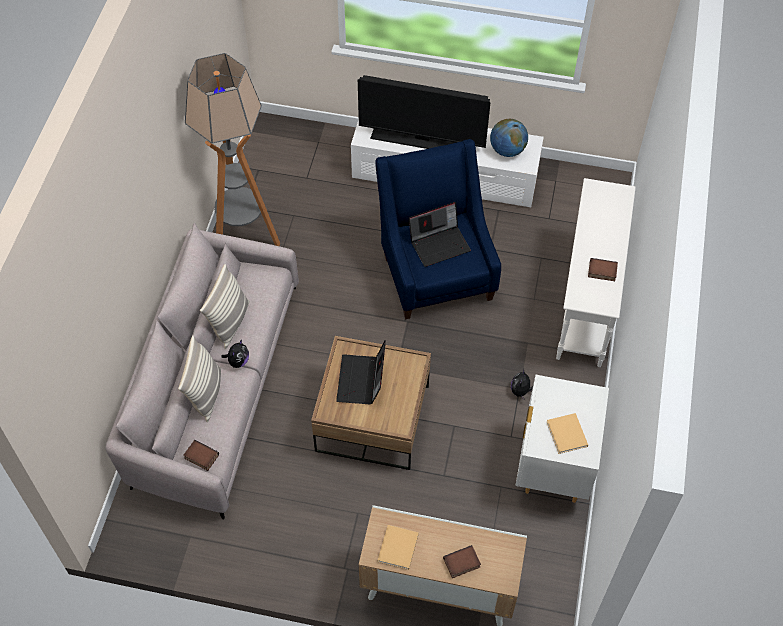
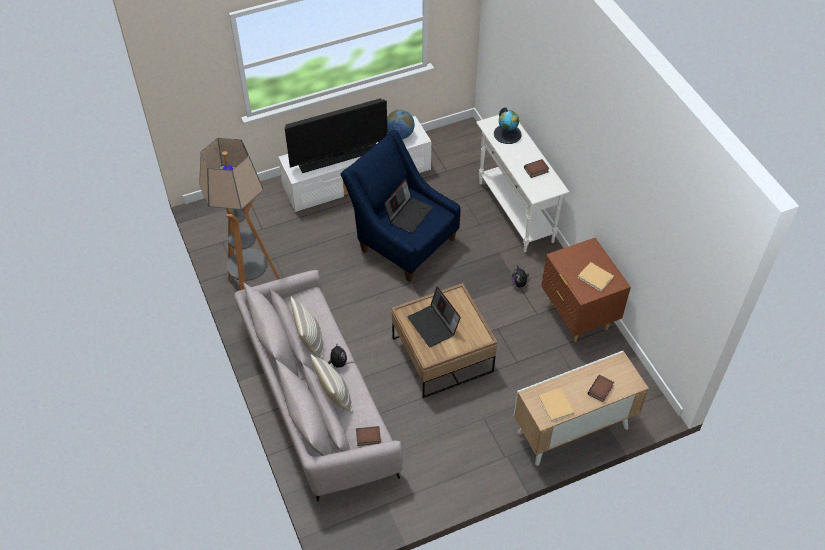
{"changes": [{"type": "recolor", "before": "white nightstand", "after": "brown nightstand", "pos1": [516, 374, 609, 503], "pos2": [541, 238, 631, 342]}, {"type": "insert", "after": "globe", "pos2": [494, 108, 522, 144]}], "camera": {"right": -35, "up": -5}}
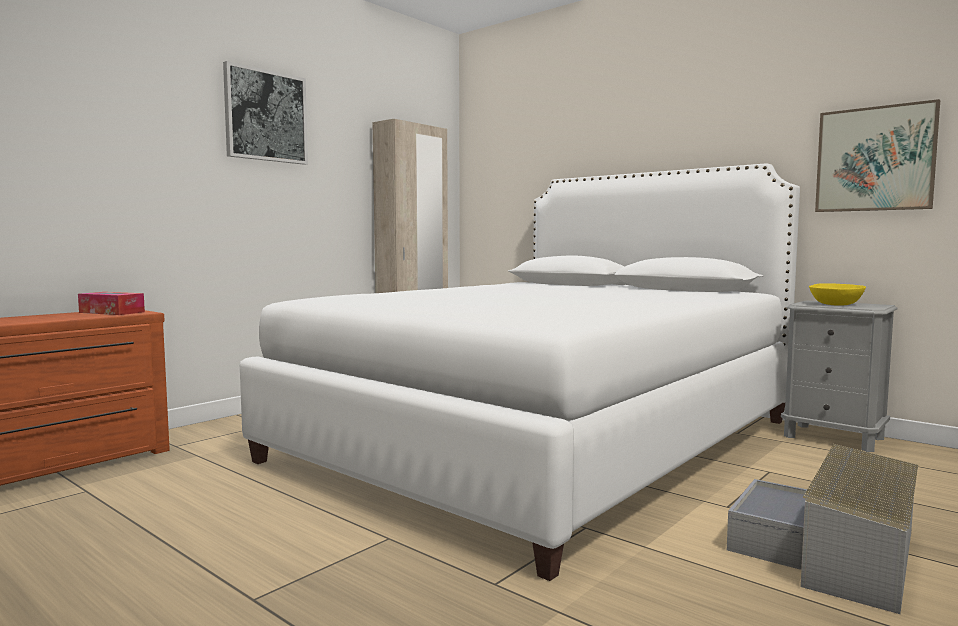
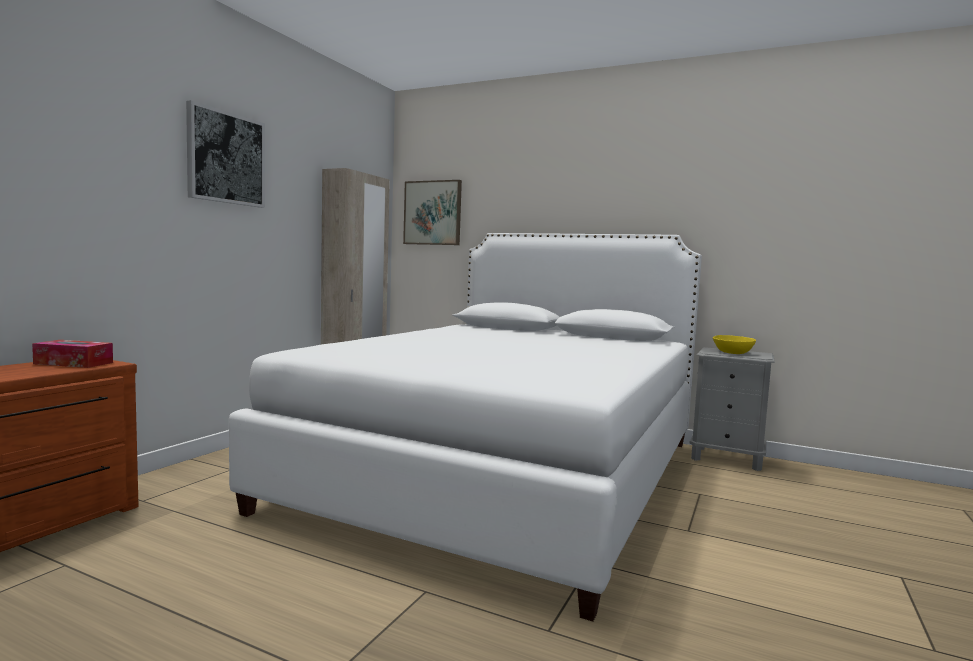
{"changes": [{"type": "move", "before": "picture", "pos1": [815, 99, 940, 212], "pos2": [403, 180, 462, 245]}, {"type": "delete", "before": "grey storage box", "pos1": [727, 444, 918, 614]}], "camera": {"right": -15, "up": 0}}
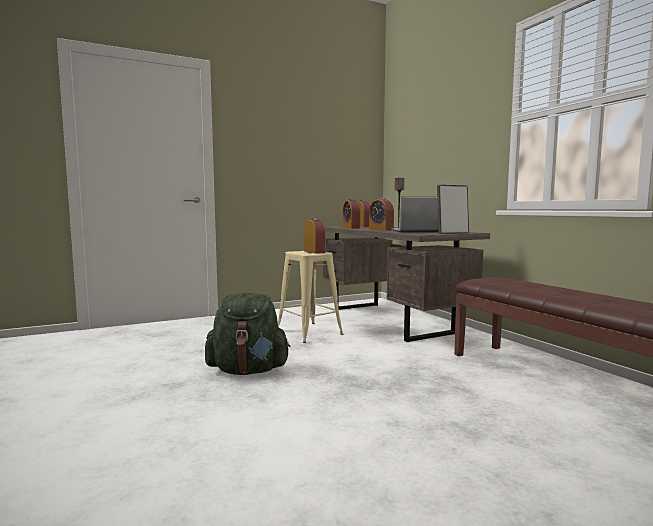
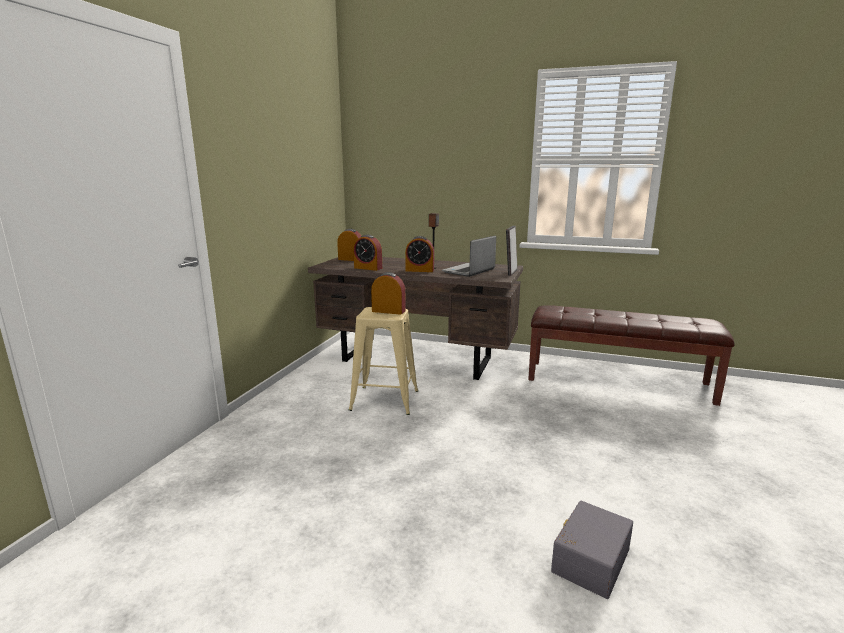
{"changes": [{"type": "delete", "before": "green backpack", "pos1": [205, 293, 291, 375]}, {"type": "insert", "after": "grey storage box", "pos2": [551, 501, 633, 599]}], "camera": {"right": -45, "up": 10}}
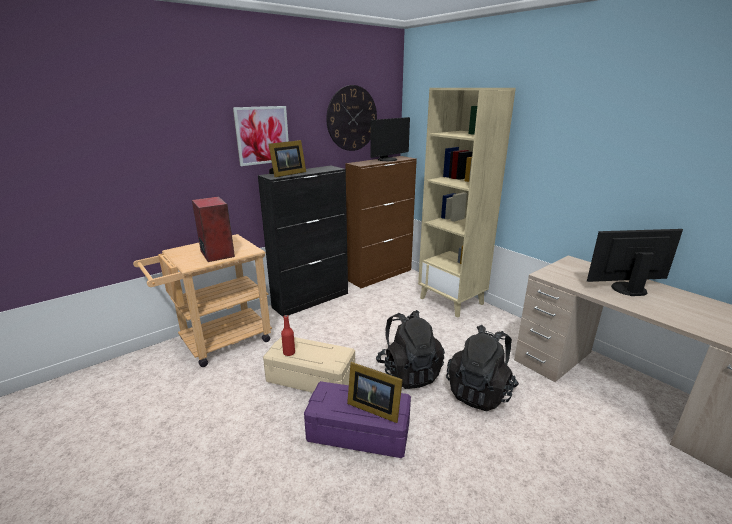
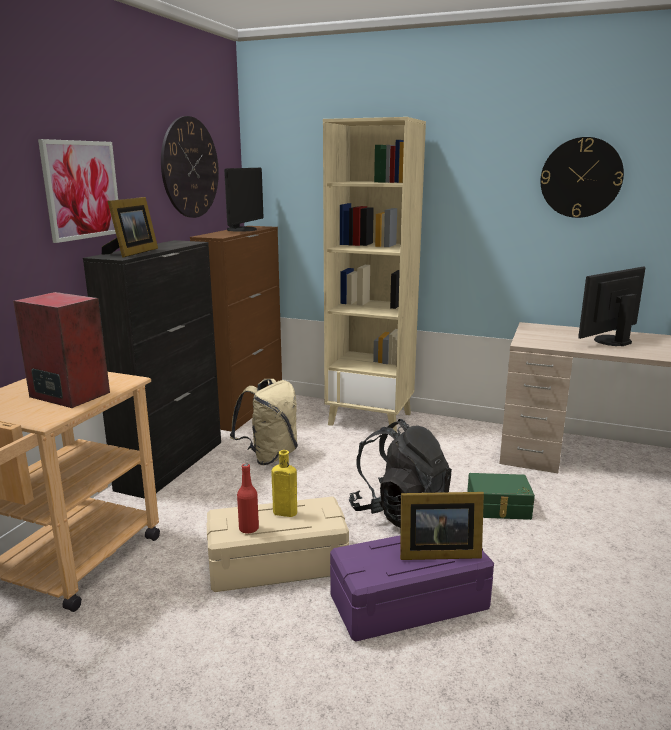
{"changes": [{"type": "replace", "before": "black backpack", "after": "green storage box", "pos1": [446, 325, 519, 411], "pos2": [467, 473, 535, 520]}, {"type": "insert", "after": "wall clock", "pos2": [540, 137, 624, 218]}, {"type": "insert", "after": "beige backpack", "pos2": [230, 379, 298, 465]}, {"type": "insert", "after": "yellow bottle", "pos2": [272, 450, 297, 517]}], "camera": {"right": -30, "up": -5}}
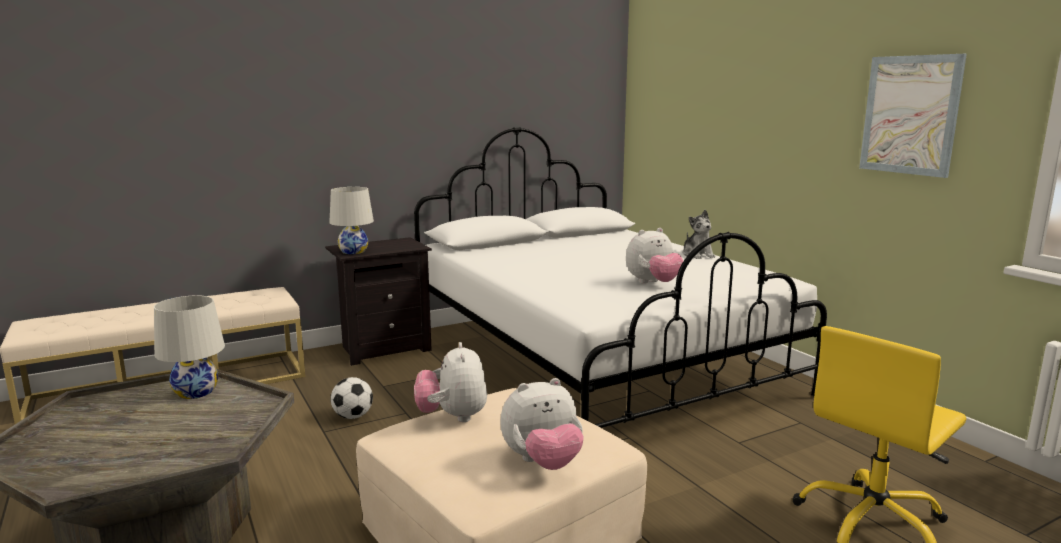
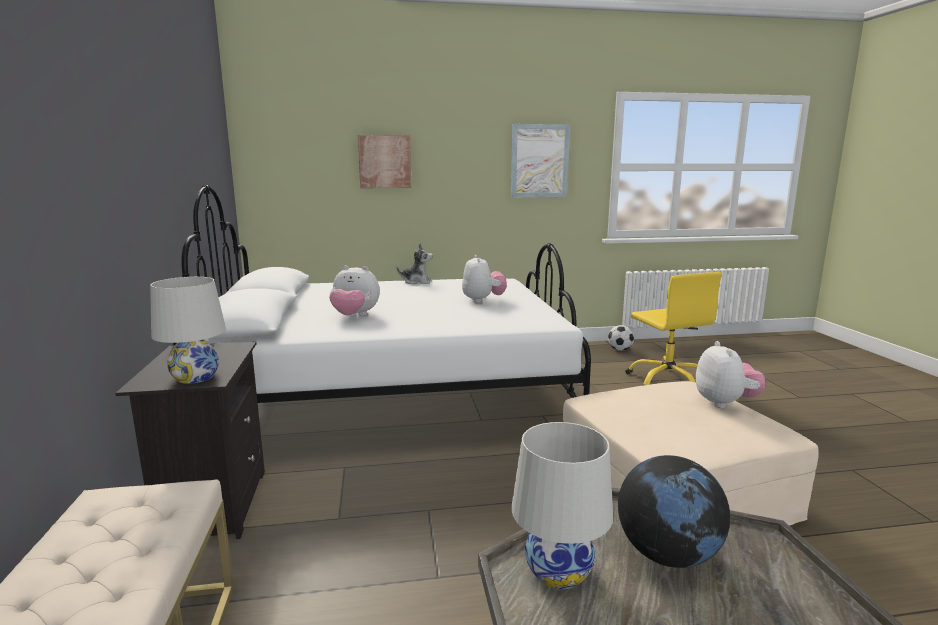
{"changes": [{"type": "move", "before": "plush toy", "pos1": [414, 342, 487, 422], "pos2": [329, 265, 380, 316]}, {"type": "move", "before": "football", "pos1": [331, 377, 373, 419], "pos2": [608, 325, 634, 351]}, {"type": "insert", "after": "picture", "pos2": [358, 135, 411, 188]}, {"type": "insert", "after": "globe", "pos2": [618, 455, 730, 568]}], "camera": {"right": -70, "up": 0}}
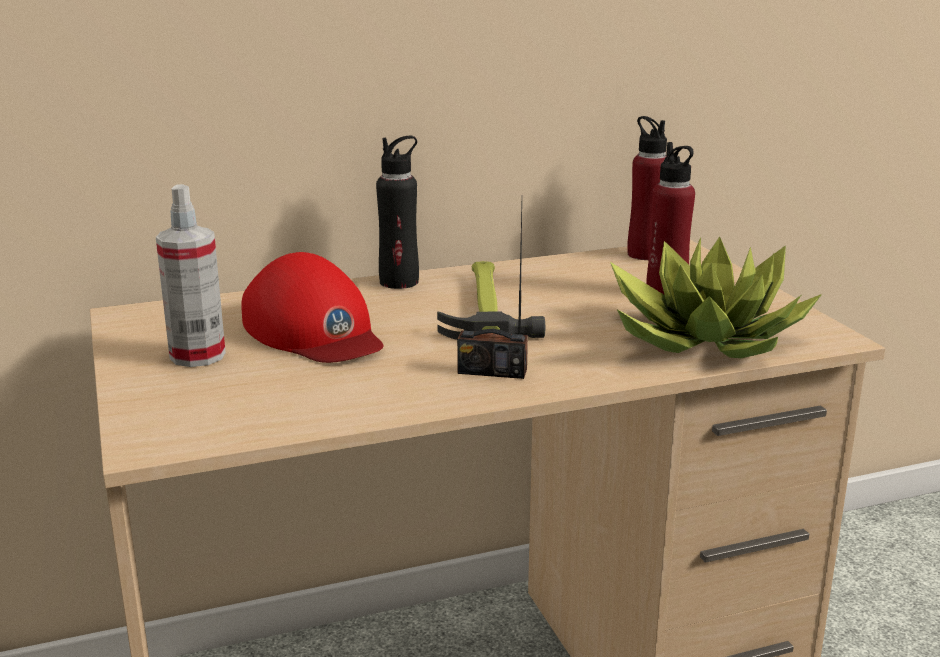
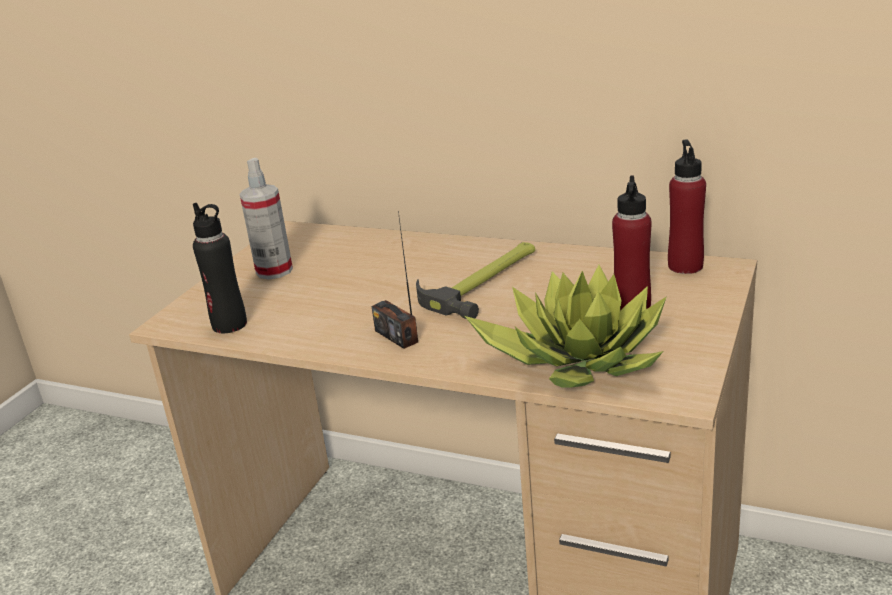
{"changes": [{"type": "move", "before": "black bottle", "pos1": [376, 135, 419, 289], "pos2": [193, 203, 247, 333]}, {"type": "delete", "before": "red cap", "pos1": [241, 252, 384, 363]}], "camera": {"right": 45, "up": 5}}
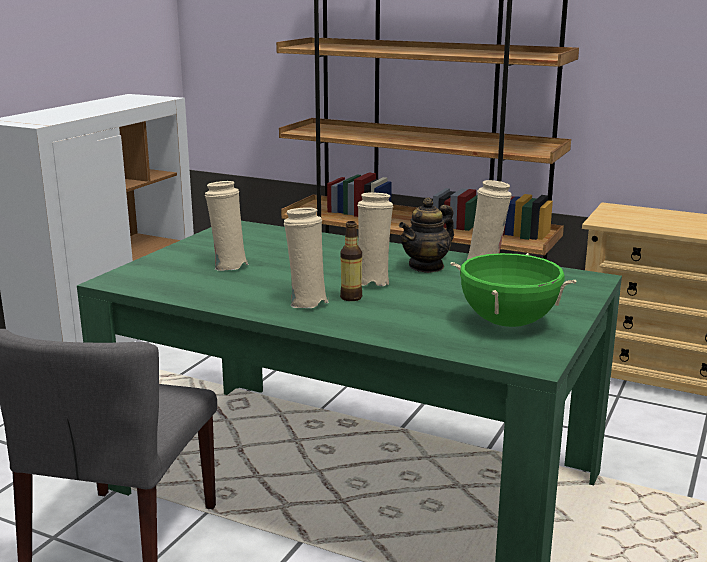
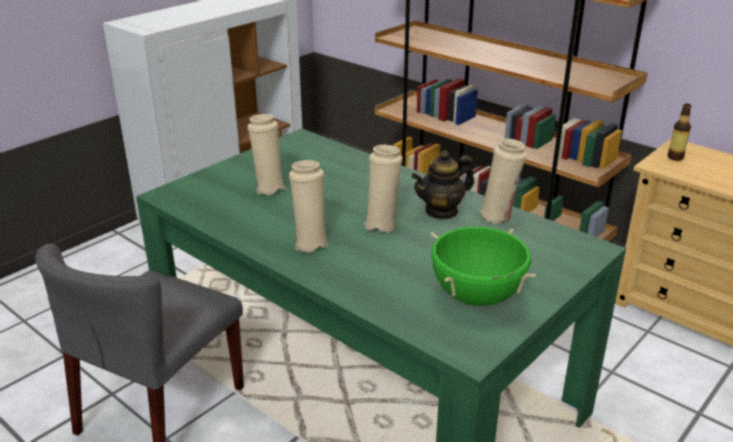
{"changes": [{"type": "move", "before": "bottle", "pos1": [340, 221, 362, 301], "pos2": [668, 104, 691, 161]}], "camera": {"right": 15, "up": 10}}
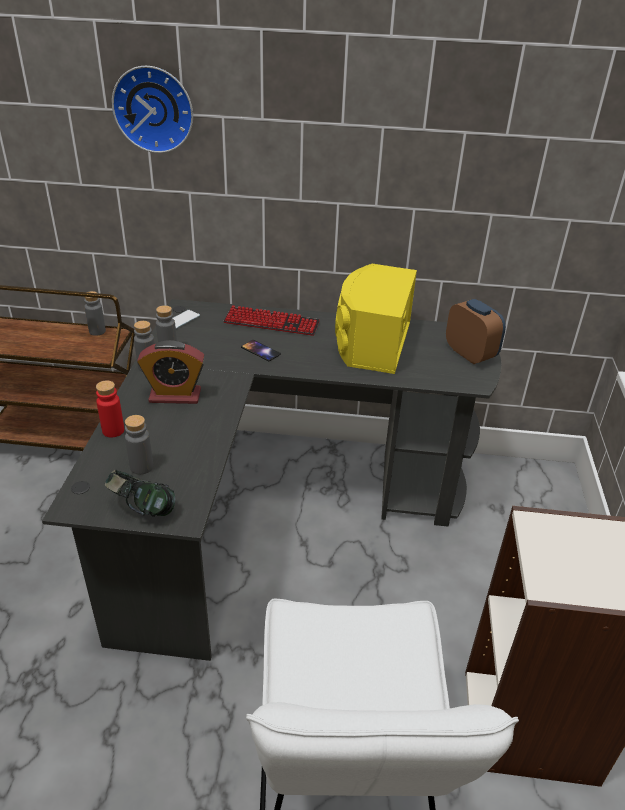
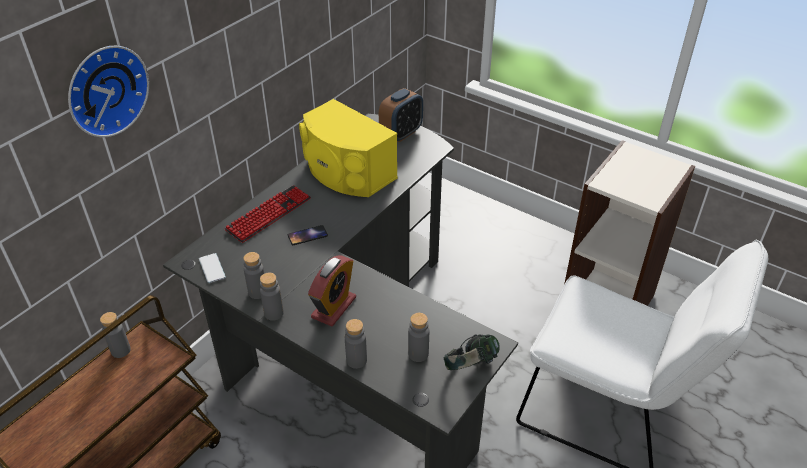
{"changes": [{"type": "rotate", "before": "alarm clock", "pos1": [446, 299, 506, 364], "pos2": [379, 88, 423, 142], "turn": 135}, {"type": "recolor", "before": "red bottle", "after": "grey bottle", "pos1": [96, 380, 124, 438], "pos2": [345, 319, 367, 369]}], "camera": {"right": -60, "up": 5}}
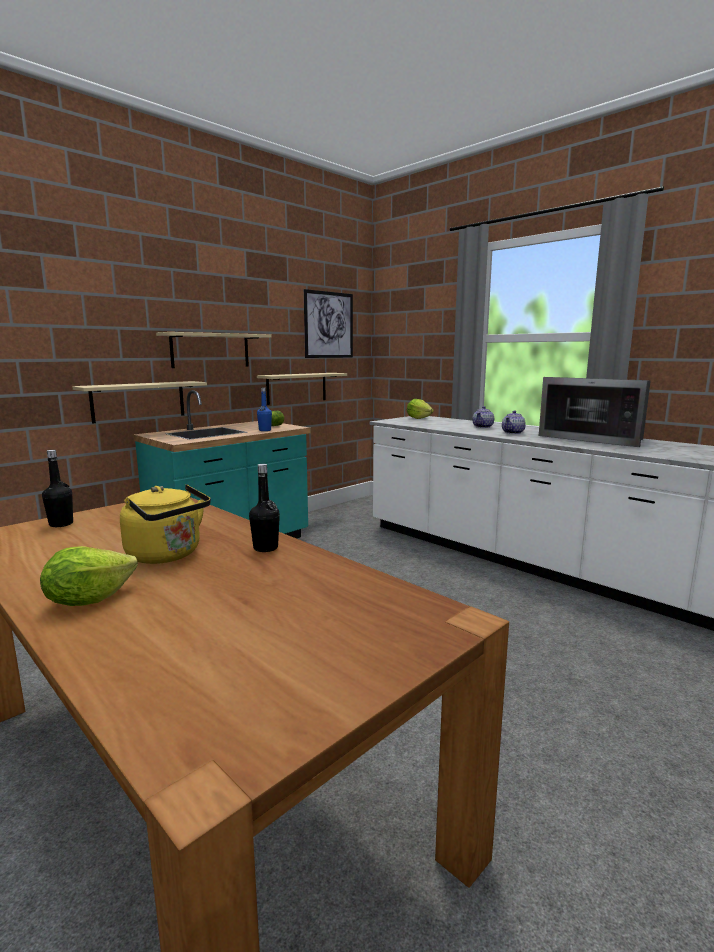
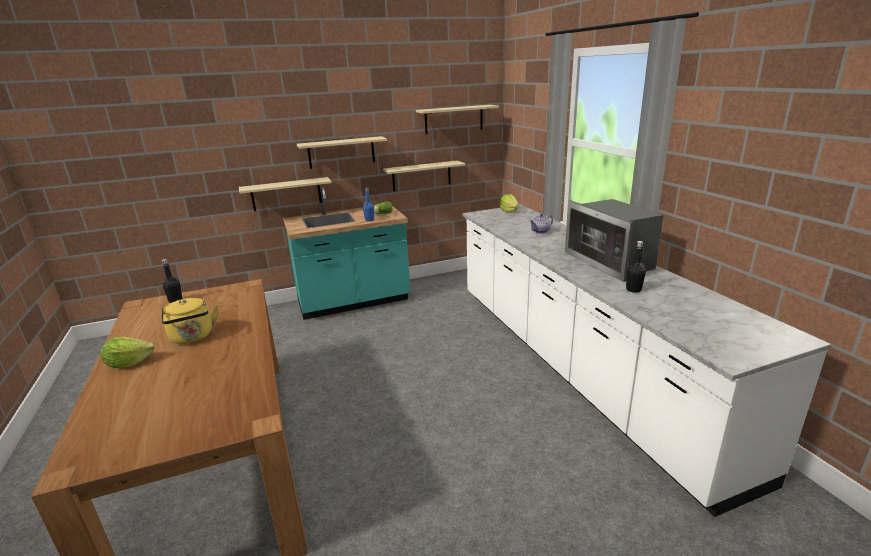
{"changes": [{"type": "replace", "before": "picture", "after": "beige shelf", "pos1": [304, 289, 353, 358], "pos2": [416, 105, 499, 135]}, {"type": "delete", "before": "teapot", "pos1": [502, 410, 526, 434]}, {"type": "move", "before": "black bottle", "pos1": [249, 464, 280, 552], "pos2": [626, 241, 646, 293]}], "camera": {"right": 25, "up": 10}}
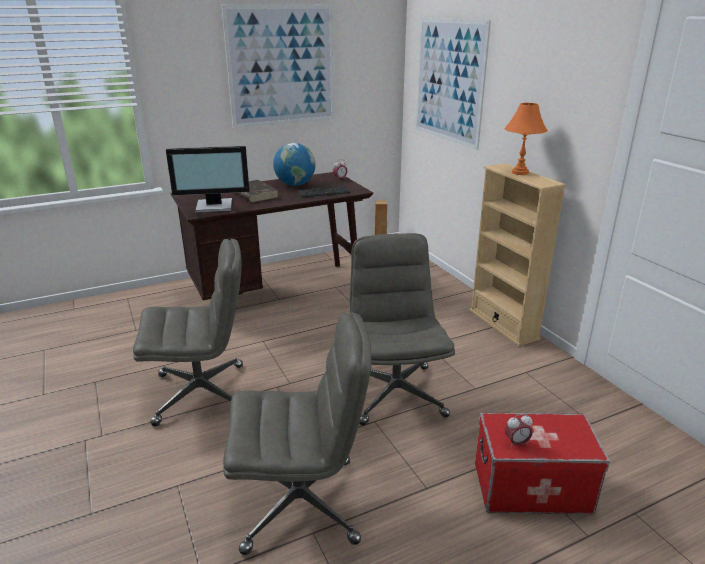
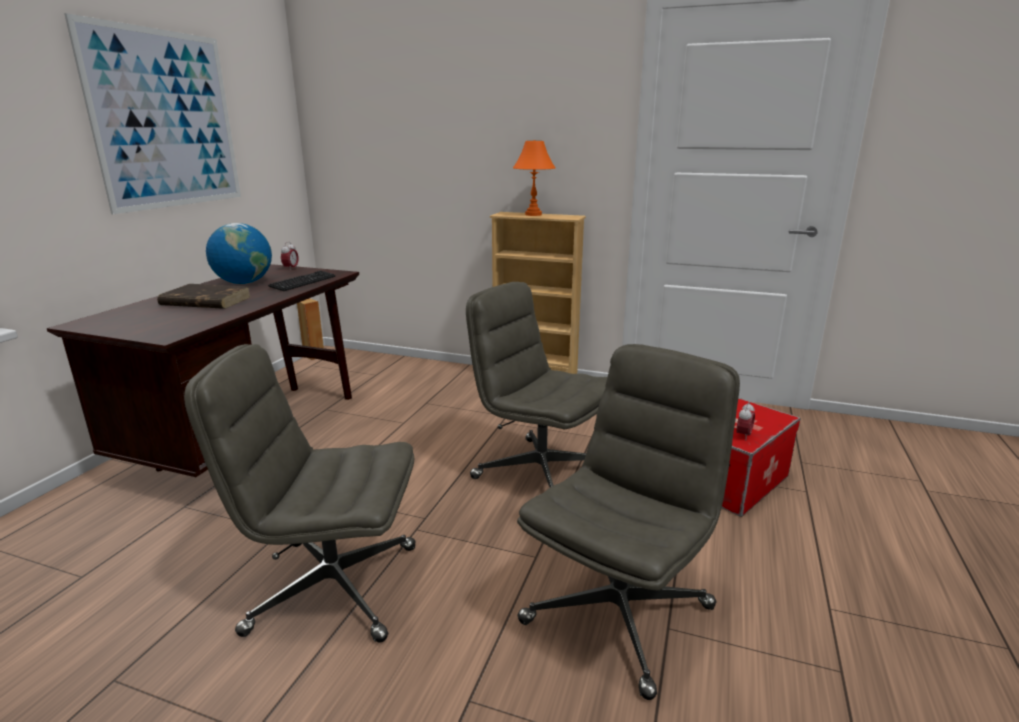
{"changes": [{"type": "delete", "before": "picture", "pos1": [415, 18, 491, 150]}, {"type": "delete", "before": "monitor", "pos1": [166, 146, 250, 213]}, {"type": "rotate", "before": "grey office chair", "pos1": [133, 239, 243, 426], "pos2": [184, 344, 416, 643], "turn": -120}], "camera": {"right": -45, "up": -5}}
